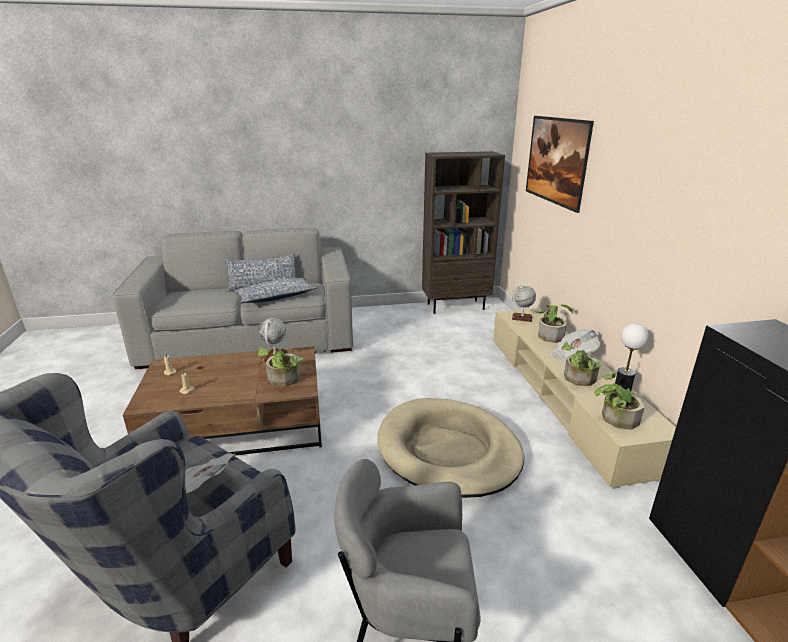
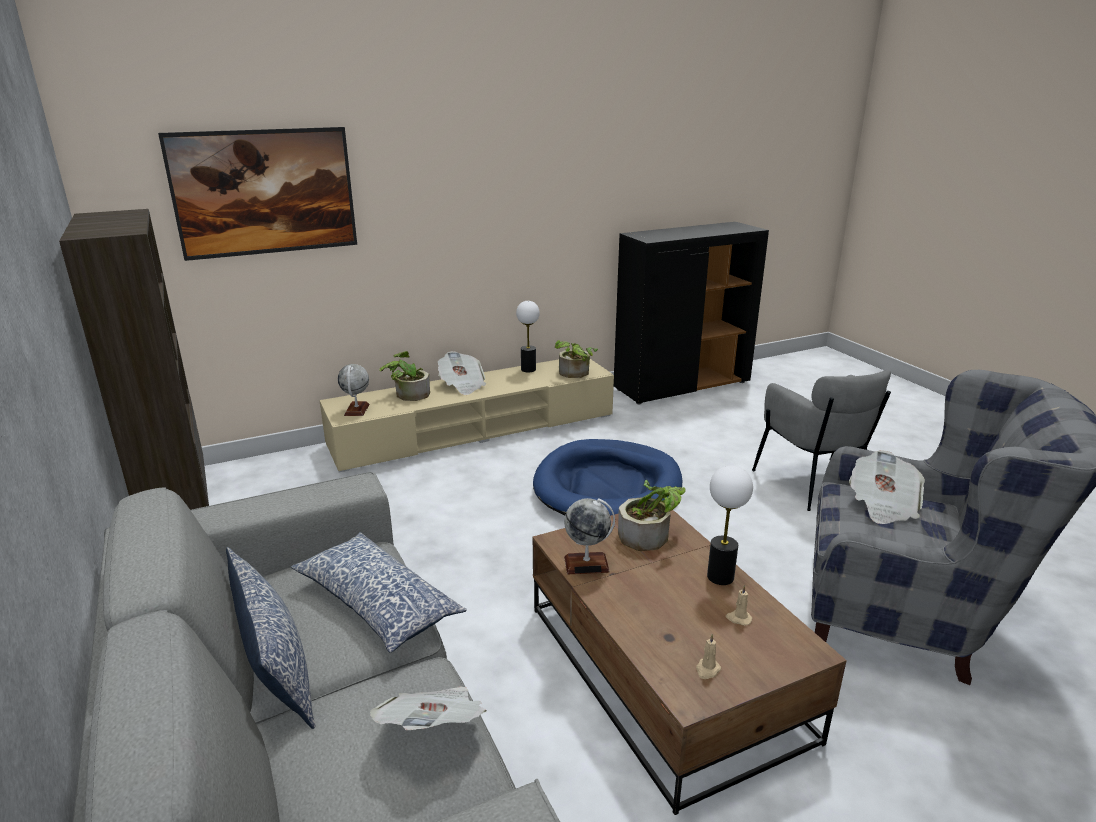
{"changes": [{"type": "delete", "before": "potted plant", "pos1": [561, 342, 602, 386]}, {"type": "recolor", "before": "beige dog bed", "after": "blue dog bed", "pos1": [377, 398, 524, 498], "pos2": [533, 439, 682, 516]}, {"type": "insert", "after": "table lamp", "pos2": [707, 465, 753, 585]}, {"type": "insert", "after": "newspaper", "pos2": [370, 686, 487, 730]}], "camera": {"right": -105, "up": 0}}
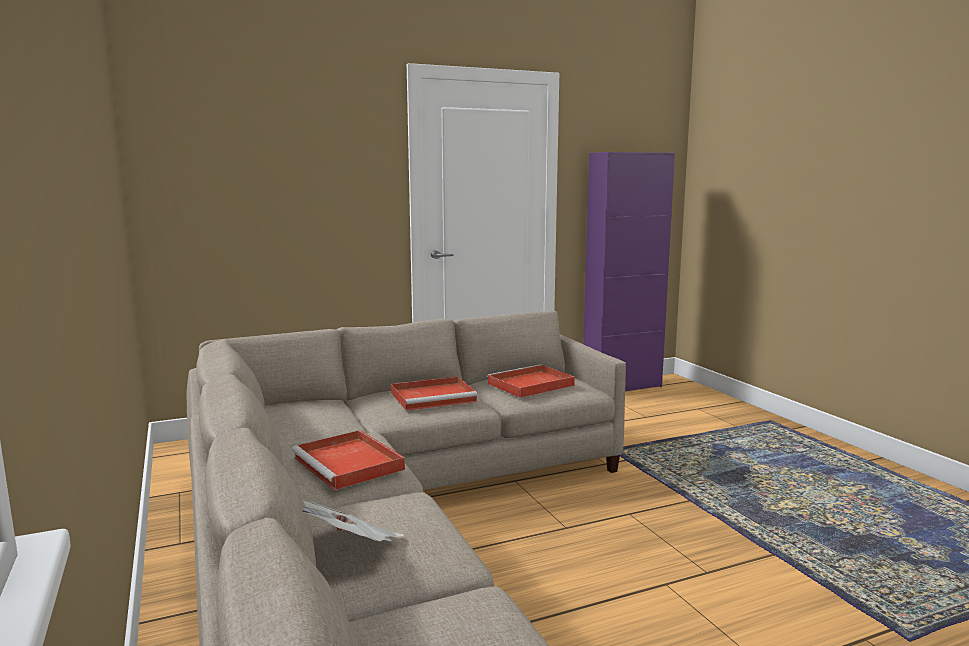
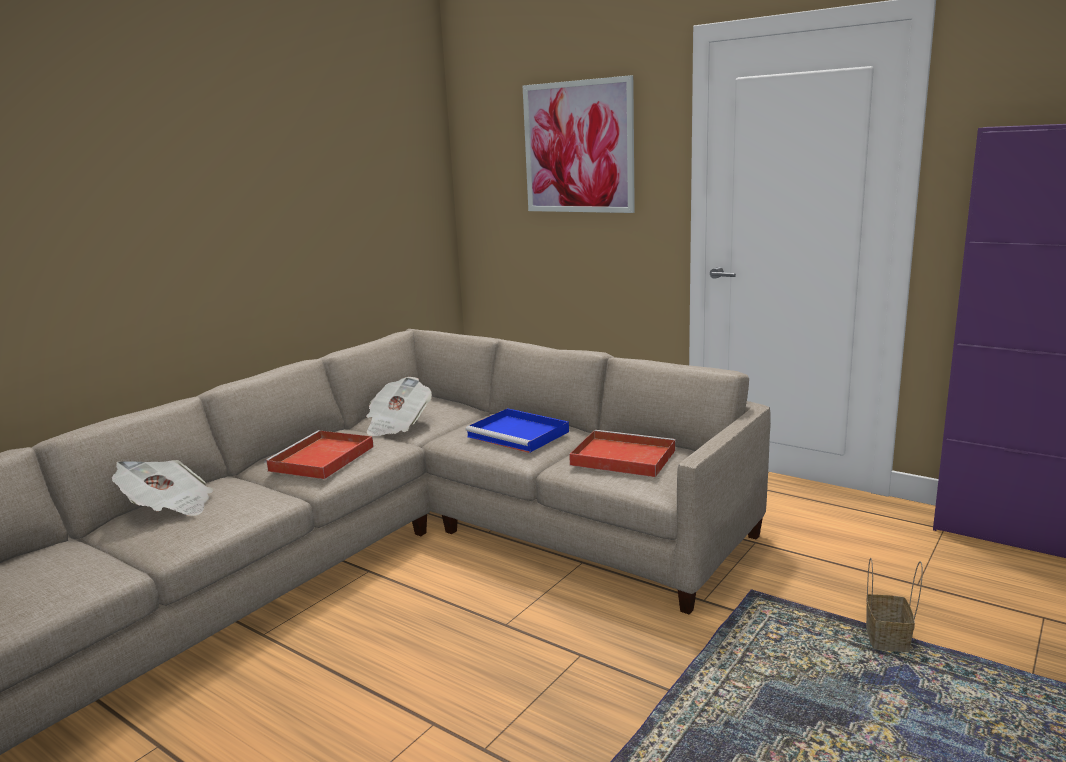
{"changes": [{"type": "recolor", "before": "red tray", "after": "blue tray", "pos1": [391, 376, 477, 411], "pos2": [465, 408, 569, 453]}, {"type": "insert", "after": "picture", "pos2": [523, 75, 635, 213]}, {"type": "insert", "after": "newspaper", "pos2": [366, 377, 432, 436]}, {"type": "insert", "after": "basket", "pos2": [866, 557, 923, 652]}], "camera": {"right": 60, "up": 5}}
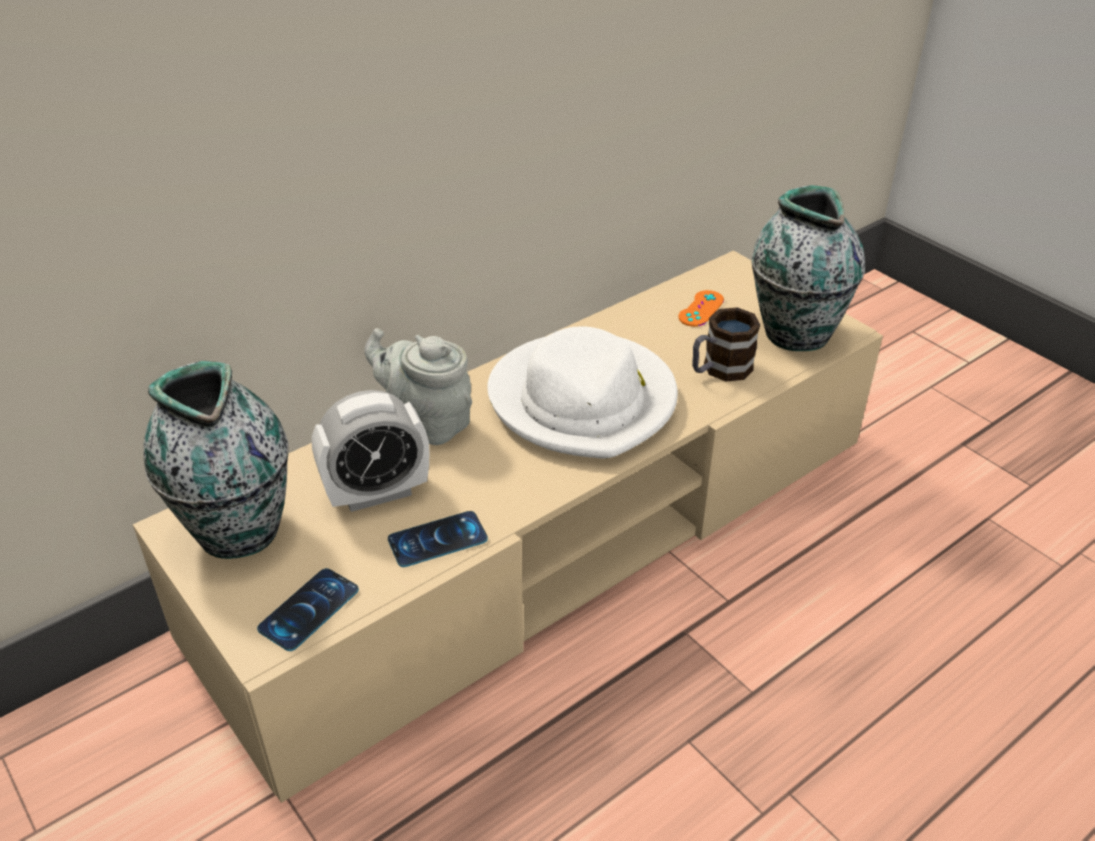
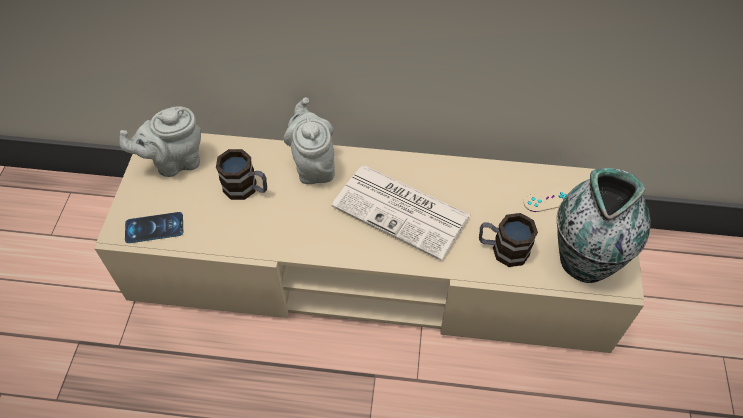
{"changes": [{"type": "recolor", "before": "orange game controller", "after": "beige game controller", "pos1": [678, 290, 724, 327], "pos2": [523, 187, 570, 212]}, {"type": "replace", "before": "white hat", "after": "newspaper", "pos1": [487, 326, 678, 459], "pos2": [332, 166, 470, 260]}, {"type": "replace", "before": "vase", "after": "grey teapot", "pos1": [143, 361, 289, 559], "pos2": [119, 106, 201, 177]}, {"type": "replace", "before": "alarm clock", "after": "mug", "pos1": [312, 390, 430, 512], "pos2": [216, 149, 267, 200]}, {"type": "delete", "before": "phone", "pos1": [388, 511, 488, 567]}], "camera": {"right": 45, "up": 15}}
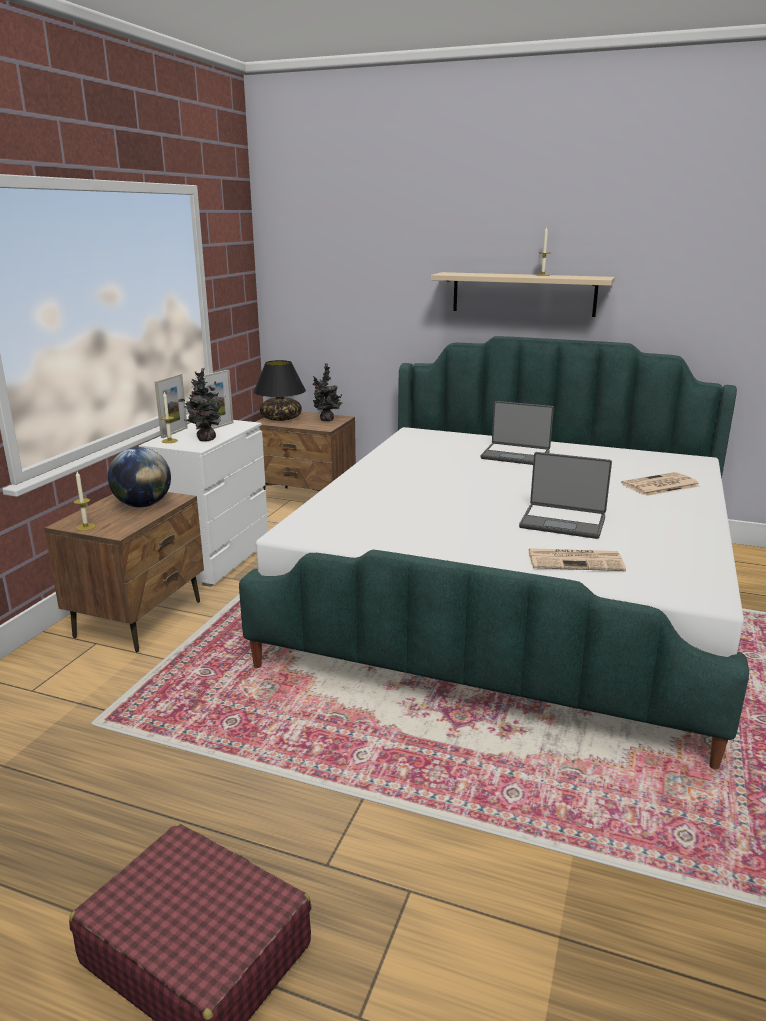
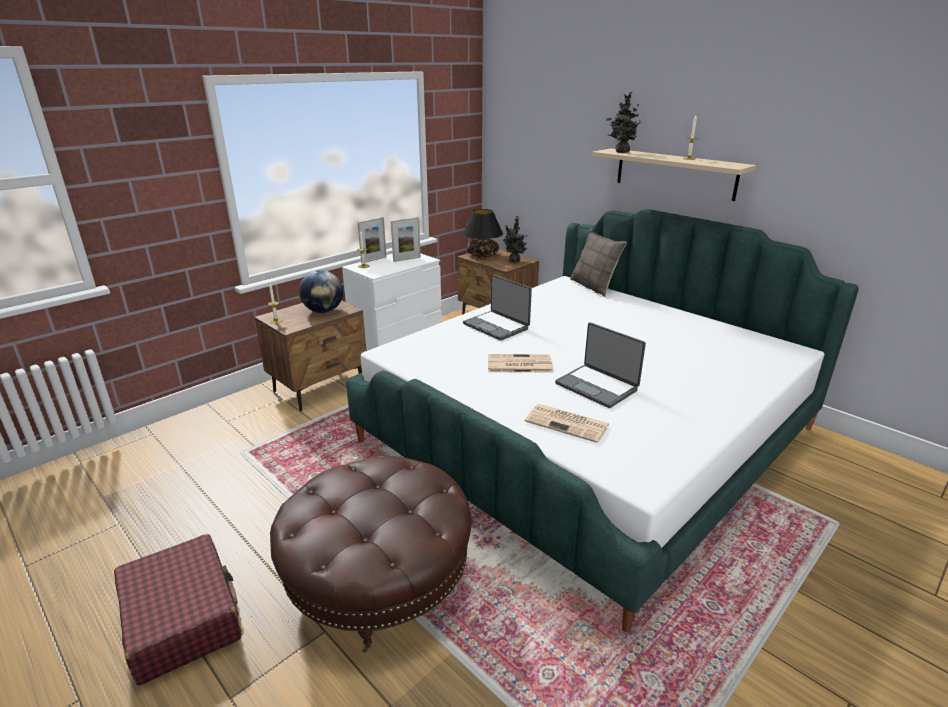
{"changes": [{"type": "move", "before": "potted plant", "pos1": [178, 368, 226, 441], "pos2": [606, 92, 641, 153]}, {"type": "move", "before": "laptop", "pos1": [481, 401, 554, 465], "pos2": [463, 275, 532, 341]}, {"type": "move", "before": "newspaper", "pos1": [621, 472, 700, 496], "pos2": [488, 354, 553, 373]}, {"type": "insert", "after": "pillow", "pos2": [570, 228, 627, 297]}, {"type": "insert", "after": "brown ottoman", "pos2": [270, 456, 471, 653]}], "camera": {"right": 25, "up": 5}}
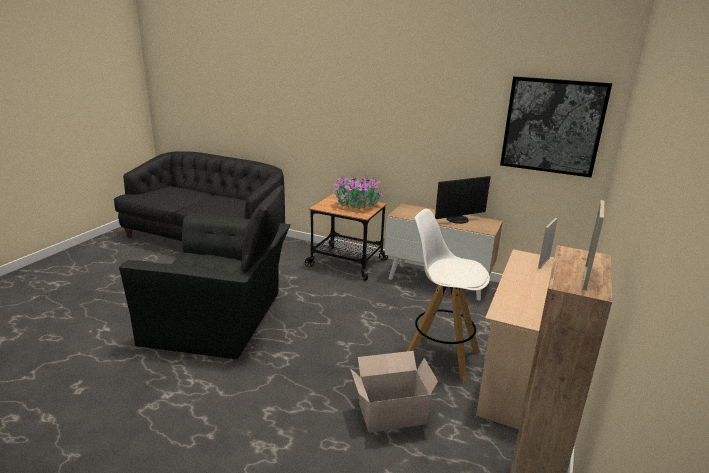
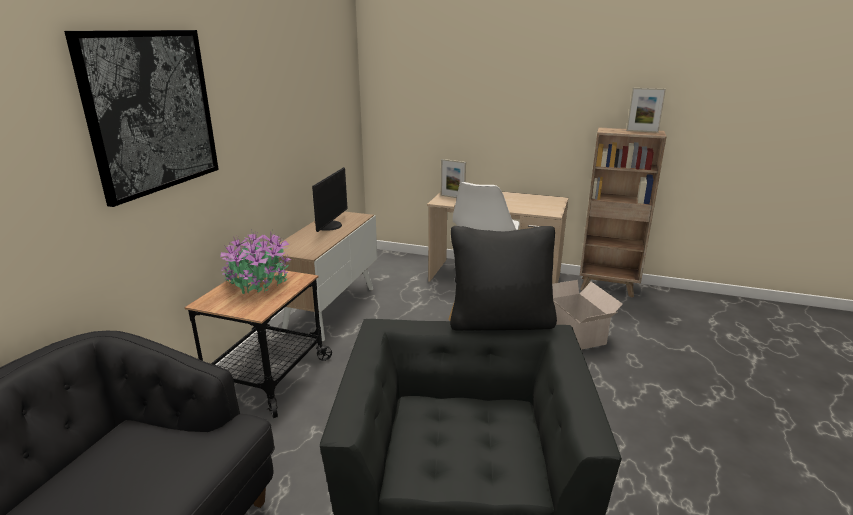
{"changes": [{"type": "move", "before": "picture", "pos1": [500, 76, 612, 178], "pos2": [64, 30, 219, 207]}, {"type": "rotate", "before": "monitor", "pos1": [435, 176, 491, 224], "pos2": [312, 167, 348, 232], "turn": 45}], "camera": {"right": -95, "up": 0}}
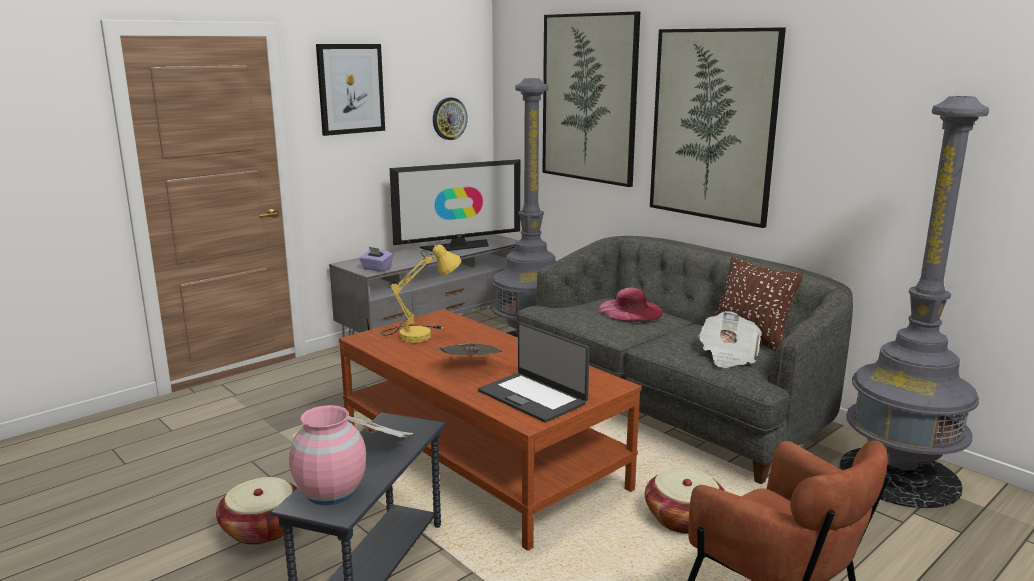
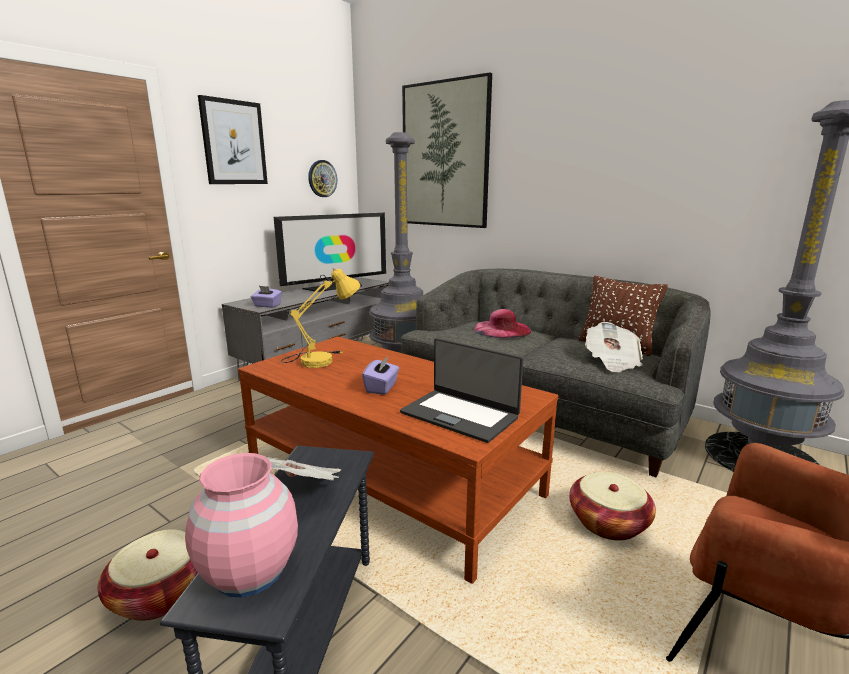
{"changes": [{"type": "delete", "before": "picture", "pos1": [650, 27, 786, 228]}, {"type": "replace", "before": "newspaper", "after": "purple tissue box", "pos1": [436, 344, 502, 357], "pos2": [362, 356, 399, 395]}], "camera": {"right": -10, "up": 0}}
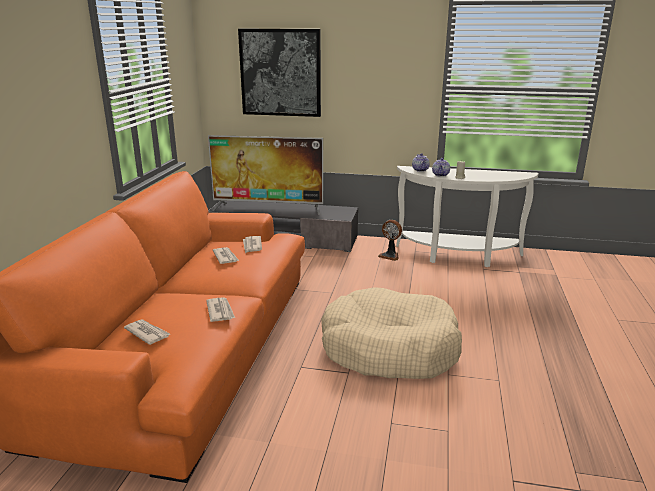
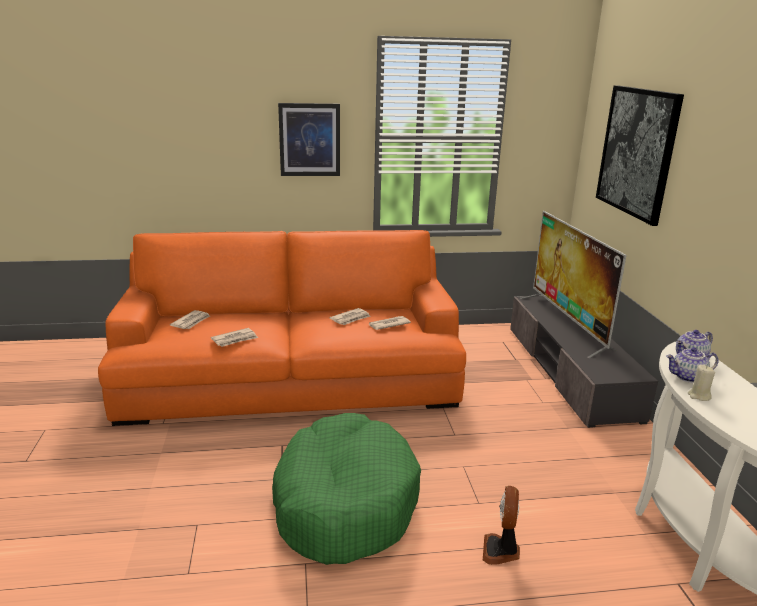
{"changes": [{"type": "move", "before": "fan", "pos1": [378, 220, 402, 261], "pos2": [483, 486, 520, 565]}, {"type": "recolor", "before": "beige dog bed", "after": "green dog bed", "pos1": [321, 287, 462, 379], "pos2": [272, 413, 421, 565]}, {"type": "insert", "after": "picture", "pos2": [278, 103, 340, 176]}], "camera": {"right": 70, "up": 0}}
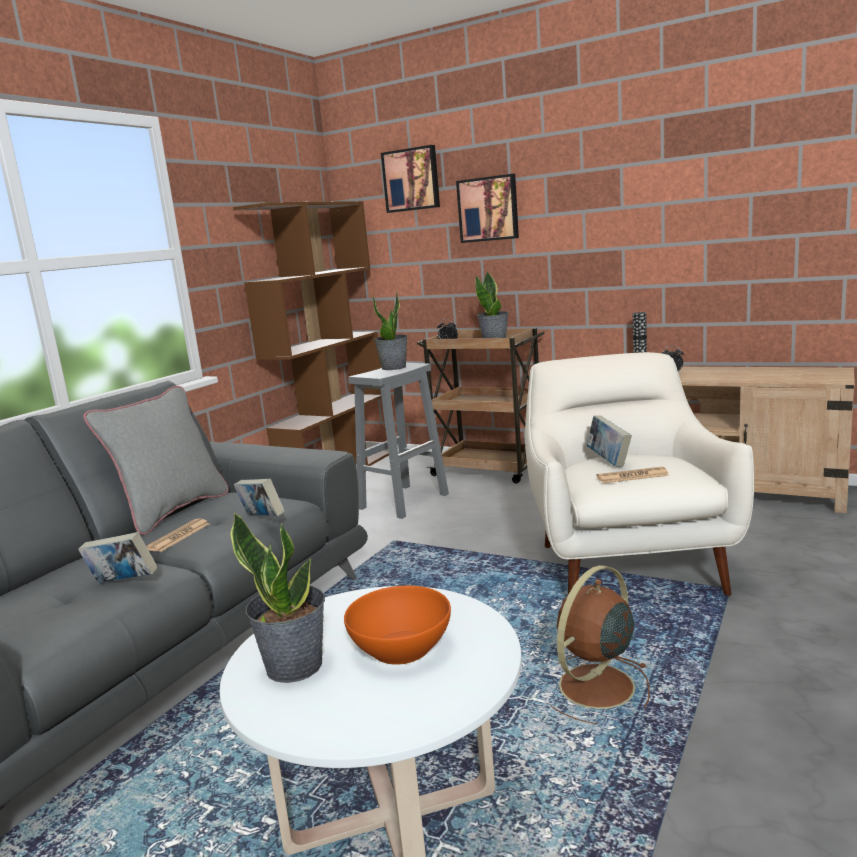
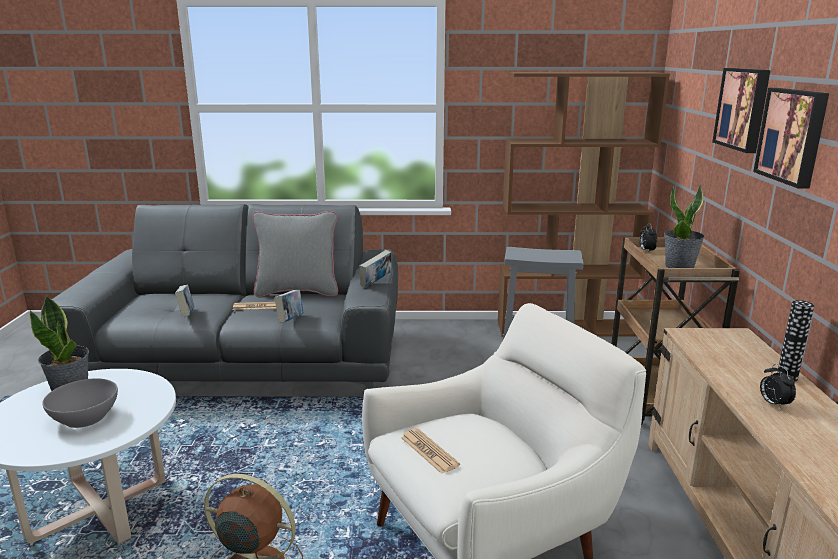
{"changes": [{"type": "move", "before": "picture", "pos1": [381, 145, 440, 213], "pos2": [753, 88, 829, 189]}, {"type": "delete", "before": "potted plant", "pos1": [373, 291, 408, 370]}, {"type": "move", "before": "book", "pos1": [587, 416, 632, 467], "pos2": [359, 250, 392, 288]}, {"type": "recolor", "before": "orange bowl", "after": "grey bowl", "pos1": [344, 585, 451, 665], "pos2": [42, 378, 118, 428]}], "camera": {"right": 60, "up": 5}}
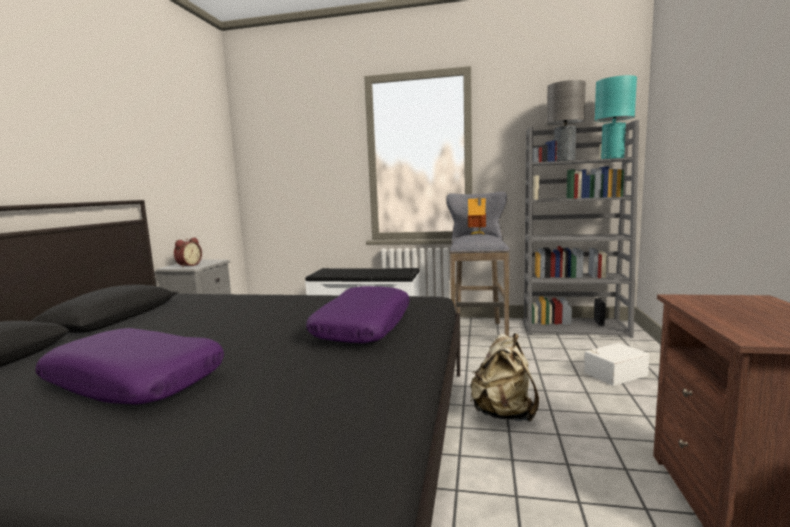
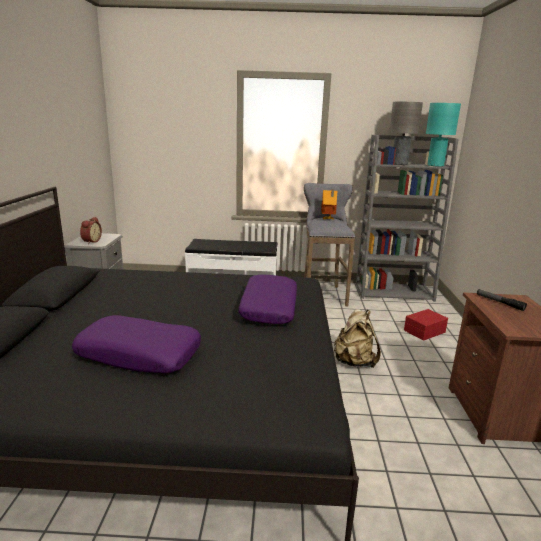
{"changes": [{"type": "recolor", "before": "white storage box", "after": "red storage box", "pos1": [584, 343, 649, 386], "pos2": [404, 309, 448, 341]}, {"type": "insert", "after": "flashlight", "pos2": [477, 289, 527, 311]}], "camera": {"right": -10, "up": 10}}
